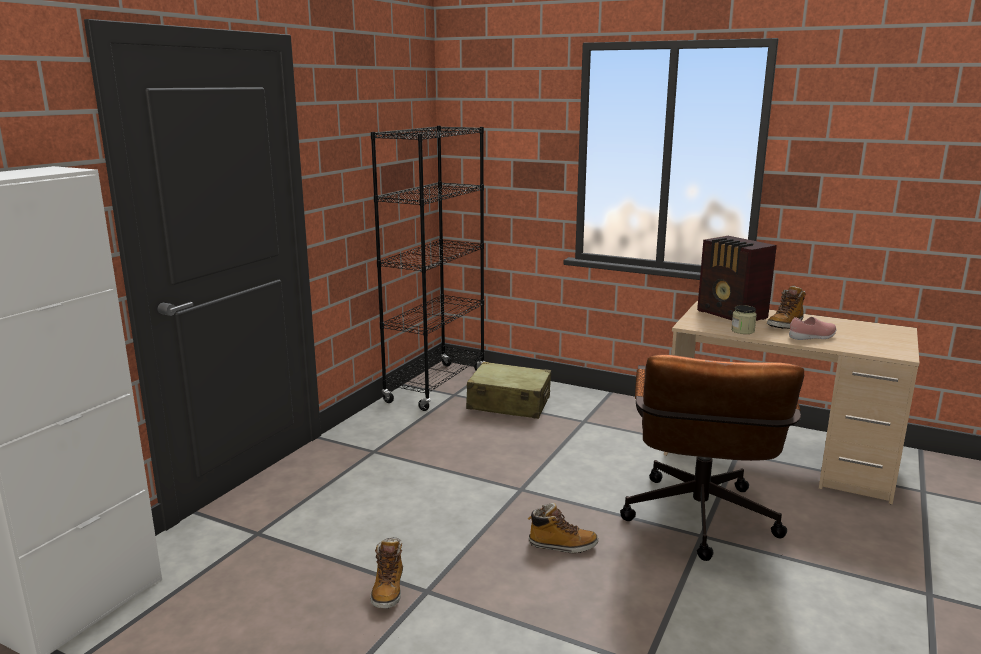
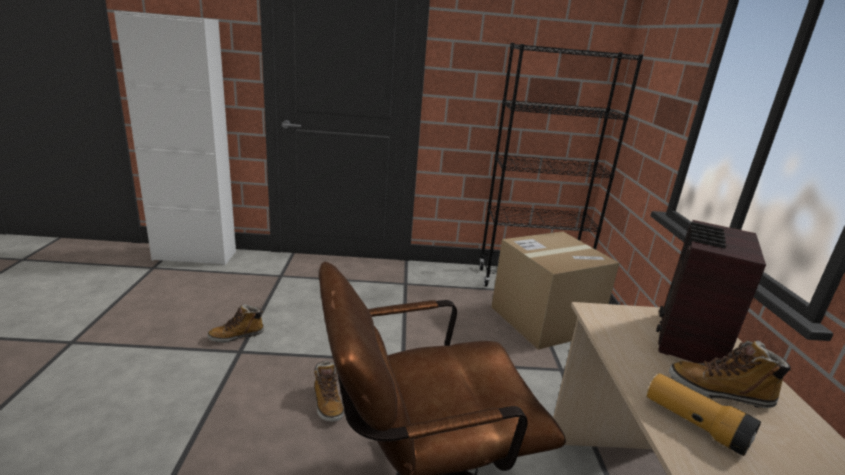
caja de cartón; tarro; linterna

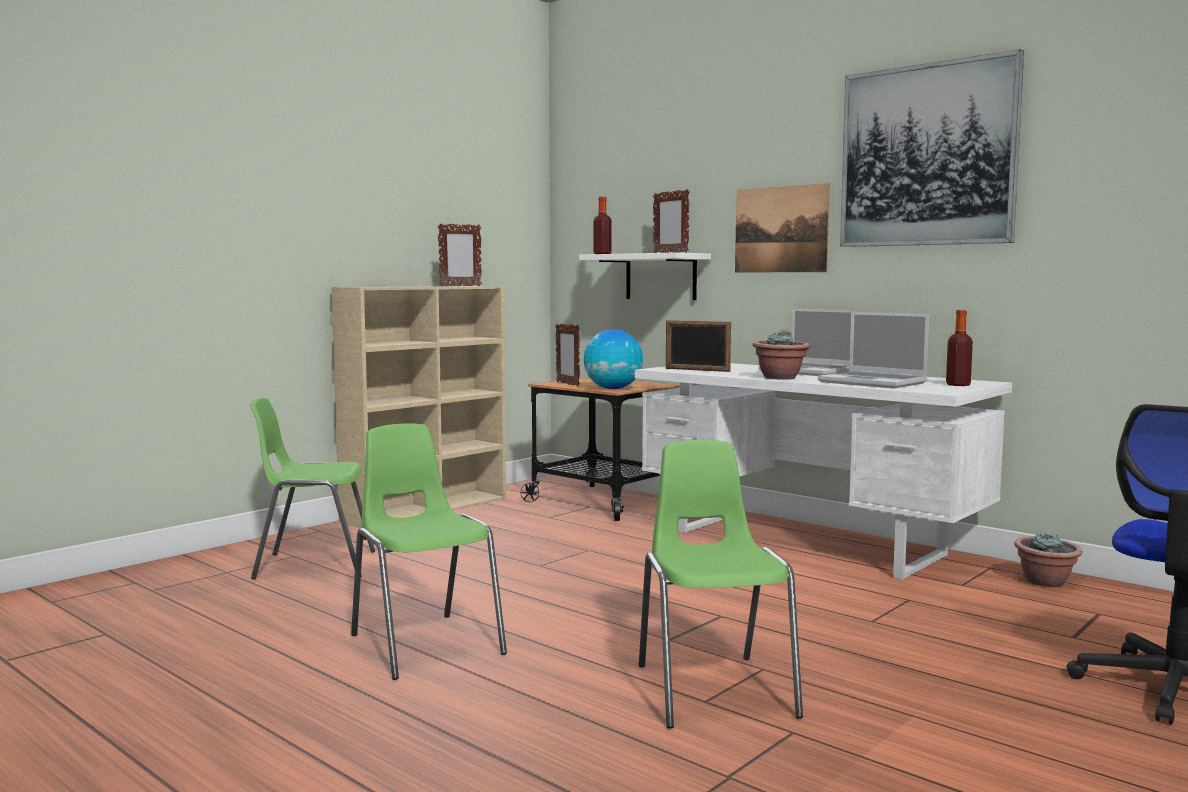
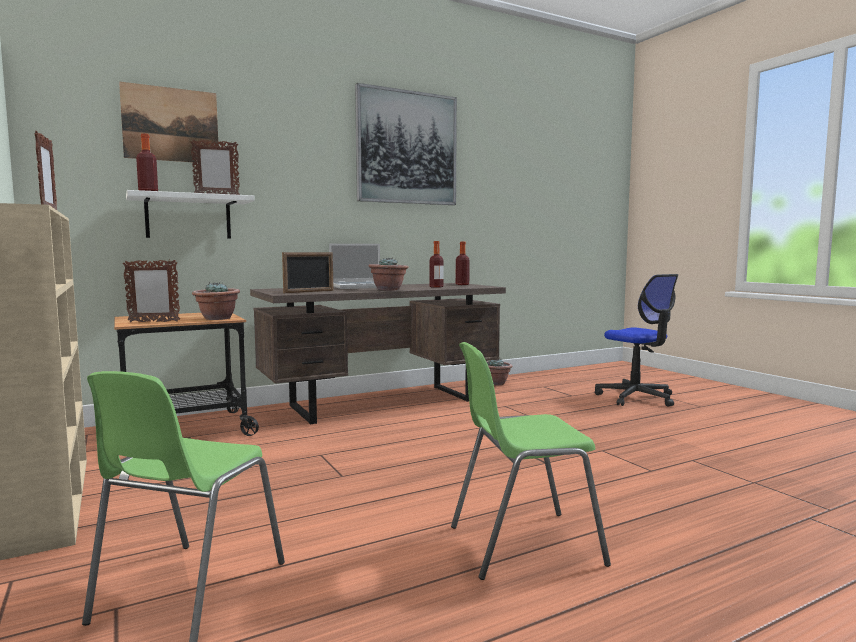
planta en maceta (1st from left); escritorio/marrón; silla/verde (3rd from left in the first image); cuadro (1st from left); botella (2nd from left)

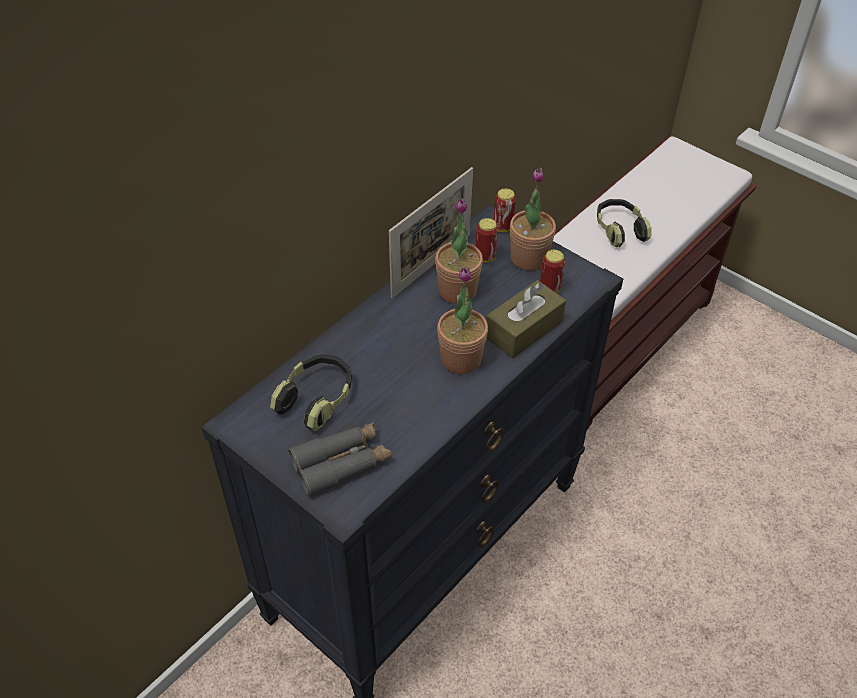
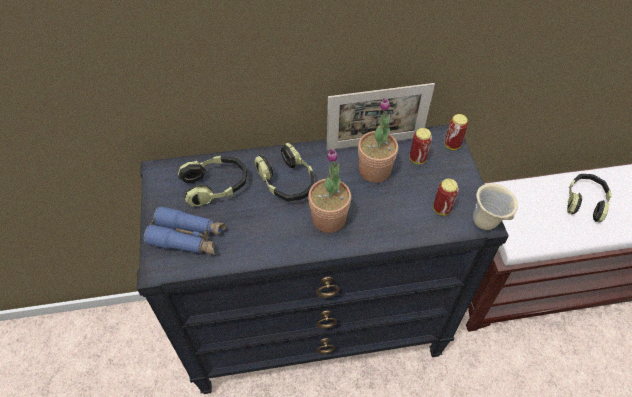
prismáticos/azul; caja de pañuelos/marrón; planta en maceta (3rd from left in the first image); auriculares (2nd from left); taza grande/beis

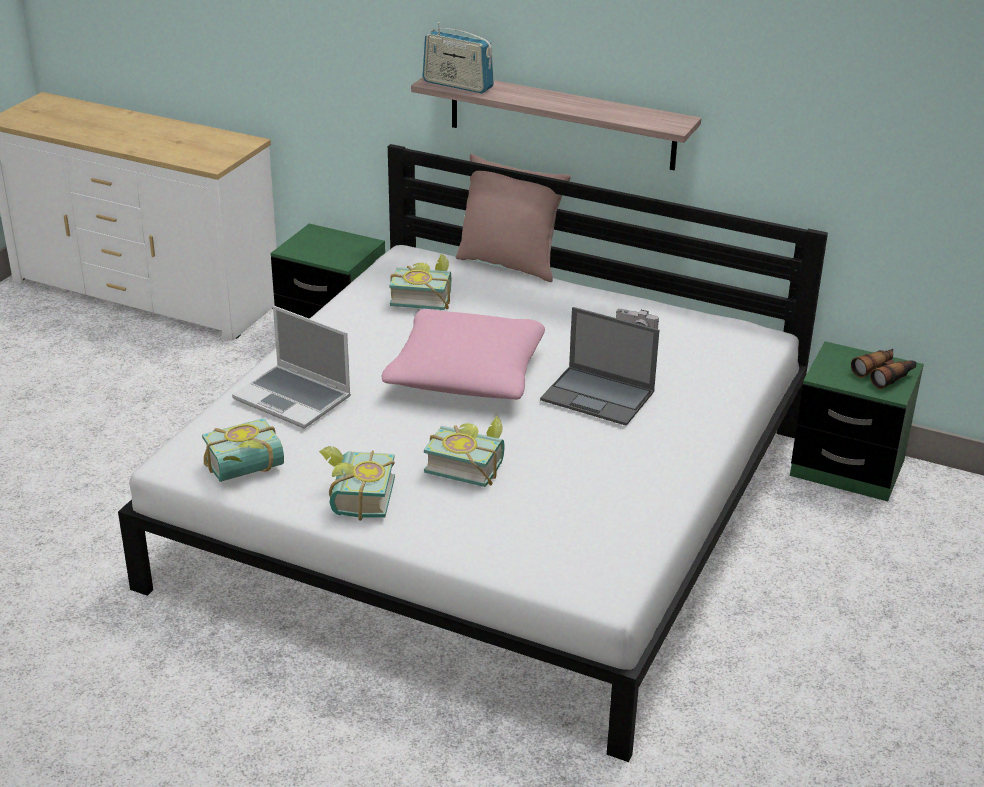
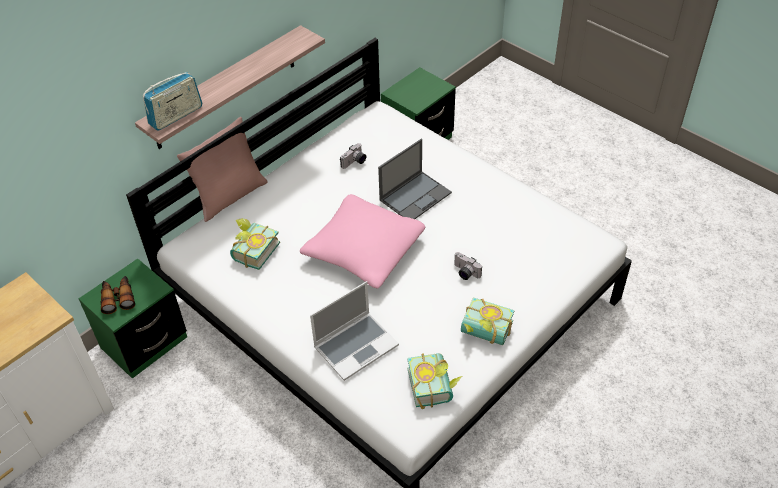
cámara (2nd from left); prismáticos

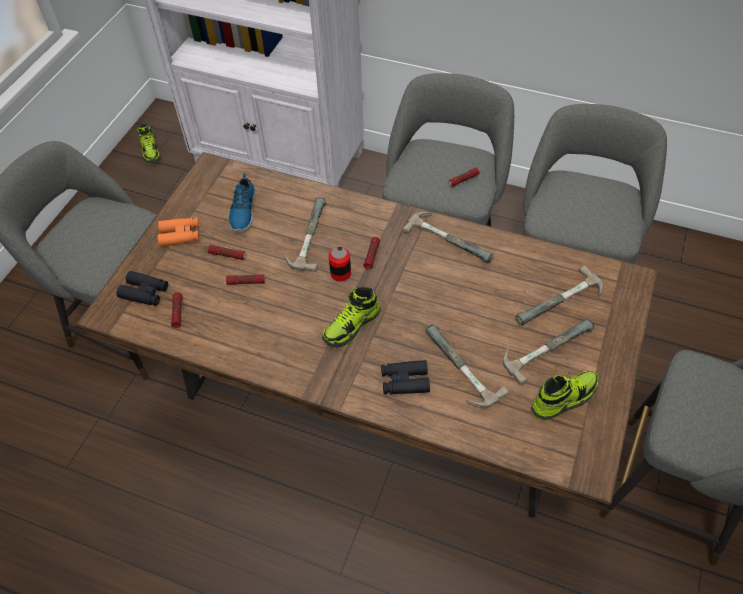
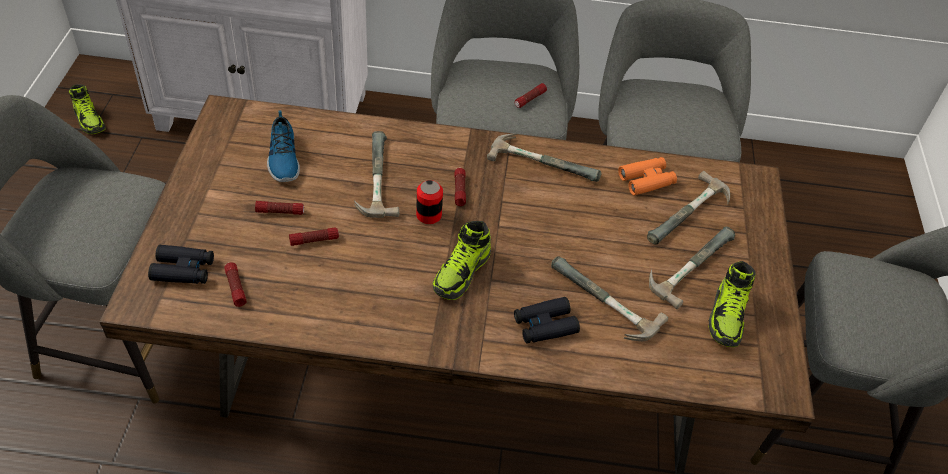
prismáticos/naranja; zapato (4th from left)

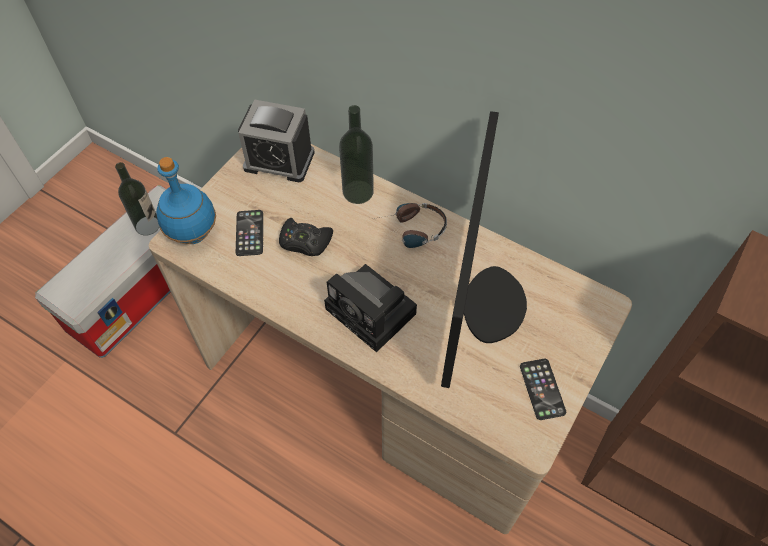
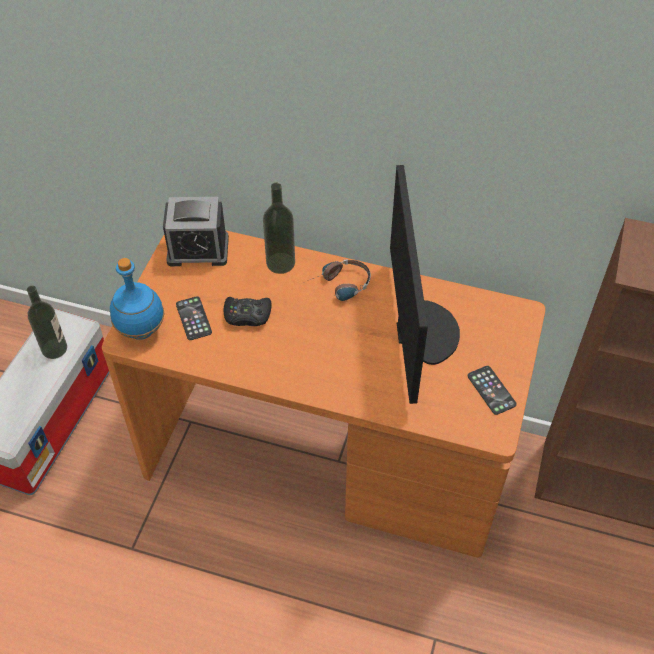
escritorio/naranja; cámara

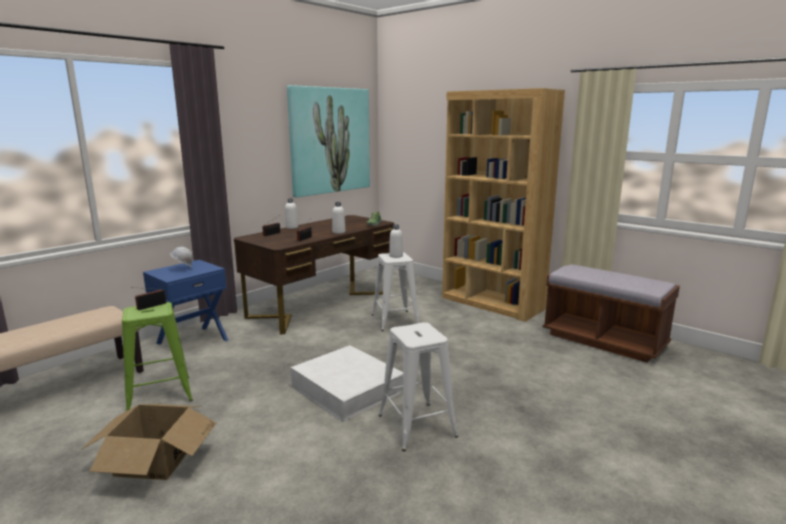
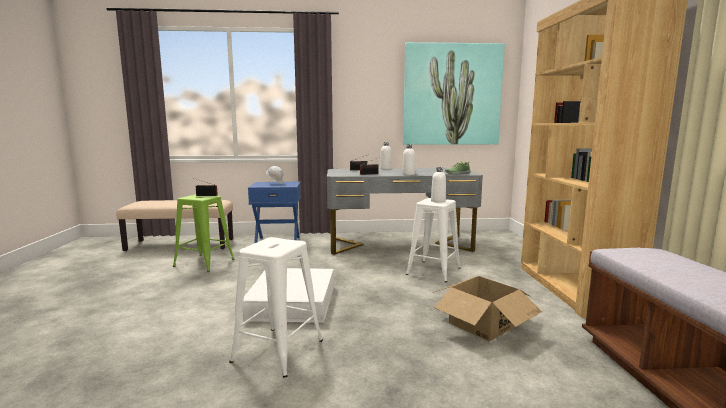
caja de cartón; escritorio/gris

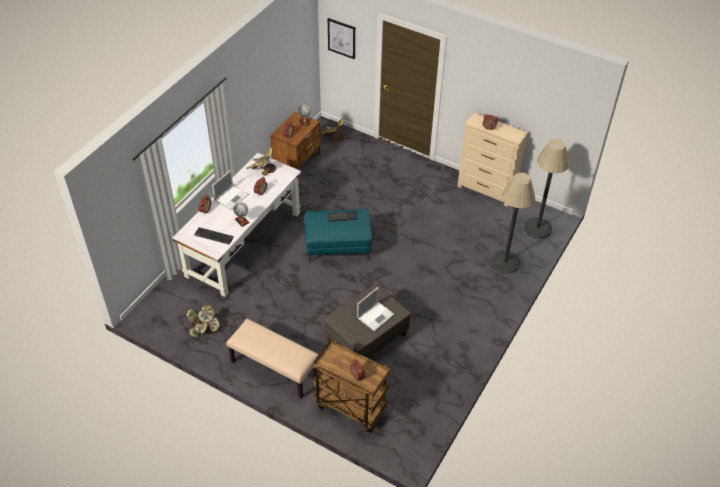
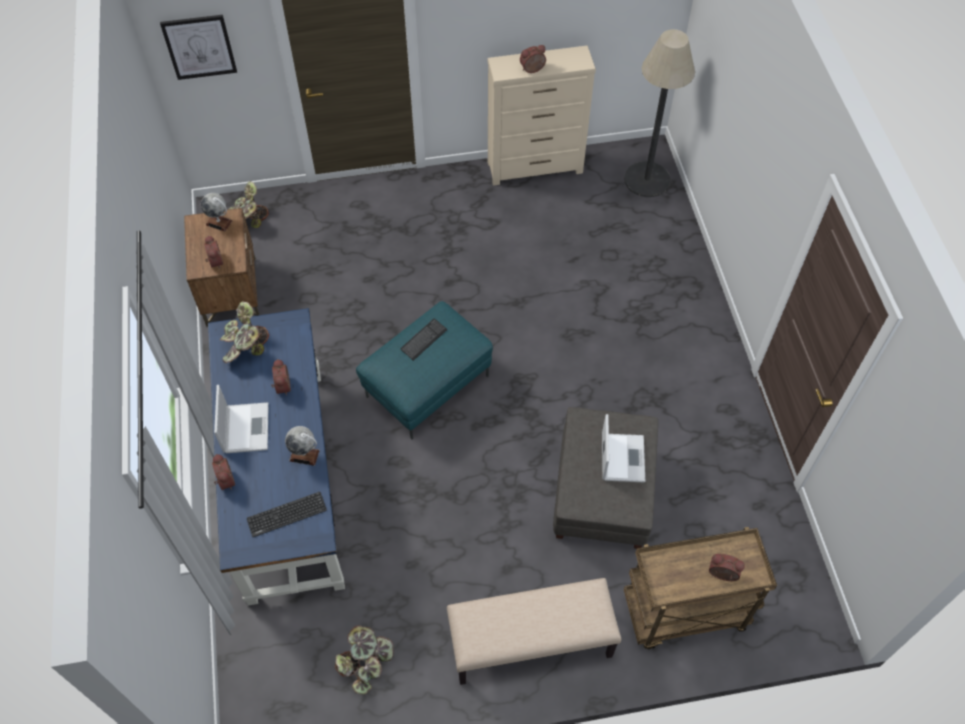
escritorio/azul; lámpara de pie (1st from left in the first image)

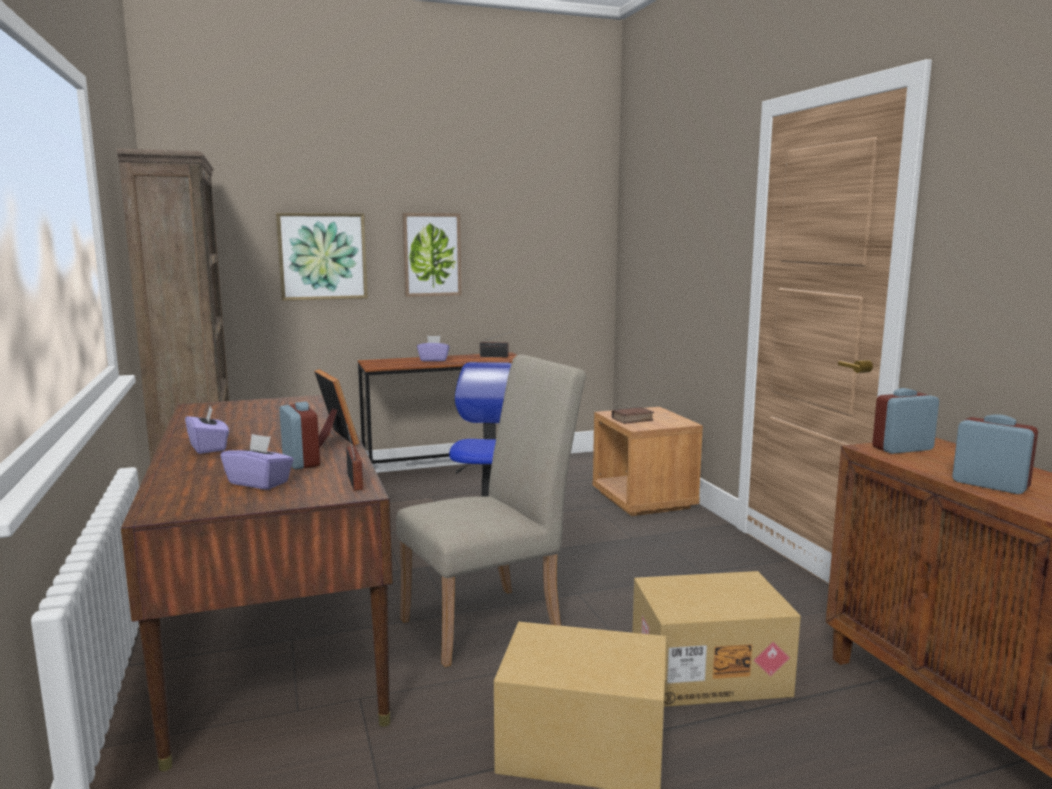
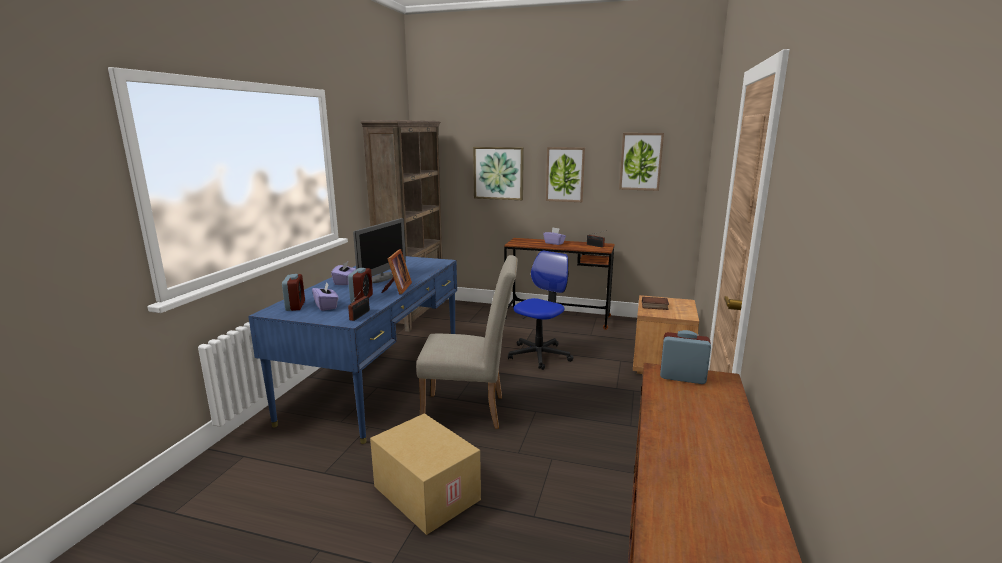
escritorio/azul; caja de cartón (2nd from left in the first image); despertador (1st from left); monitor; cuadro (3rd from left)

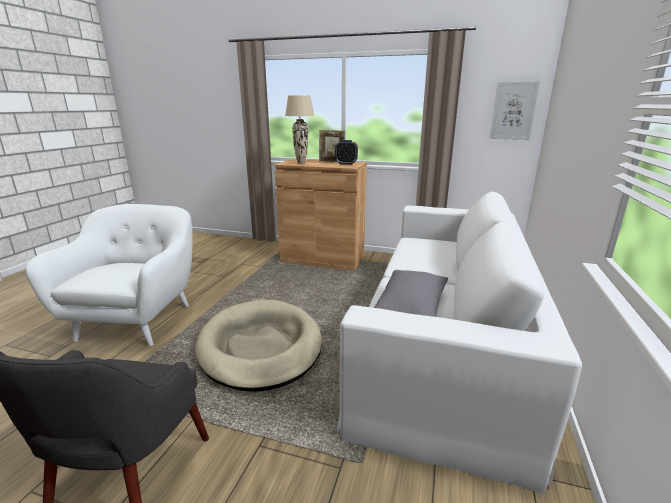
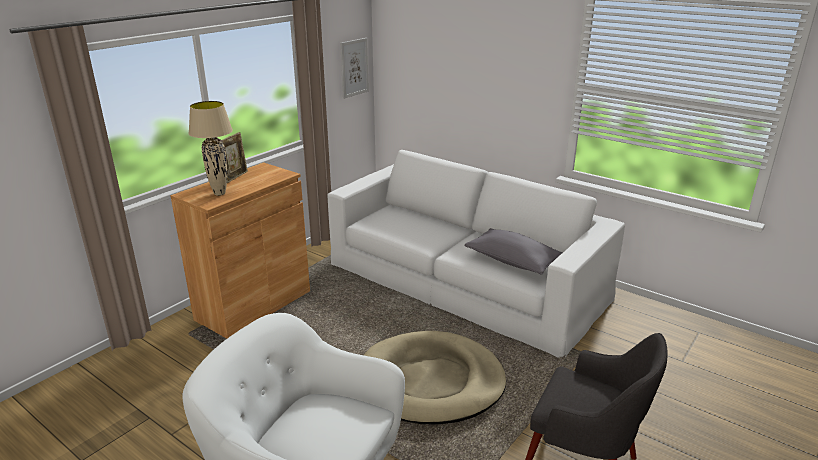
despertador

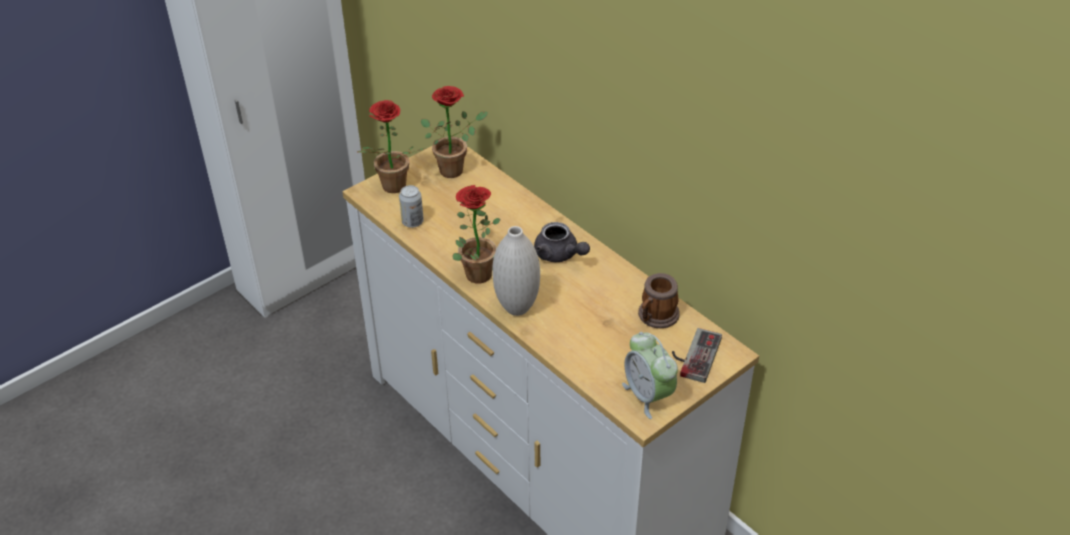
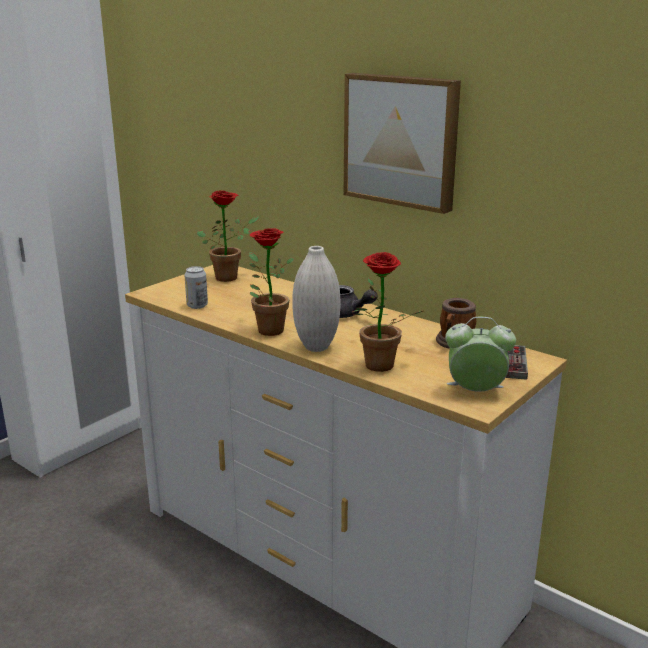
planta en maceta (3rd from left); despertador; cuadro

